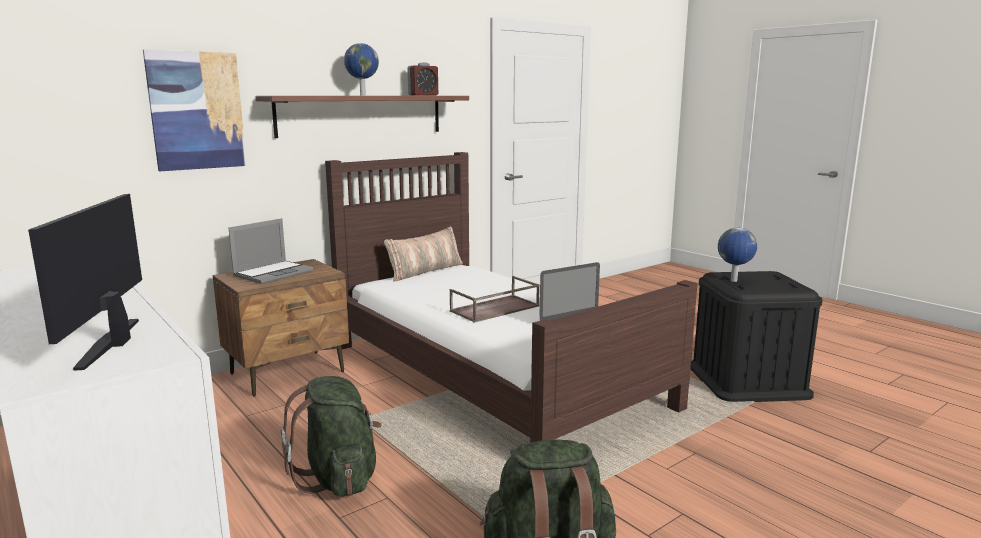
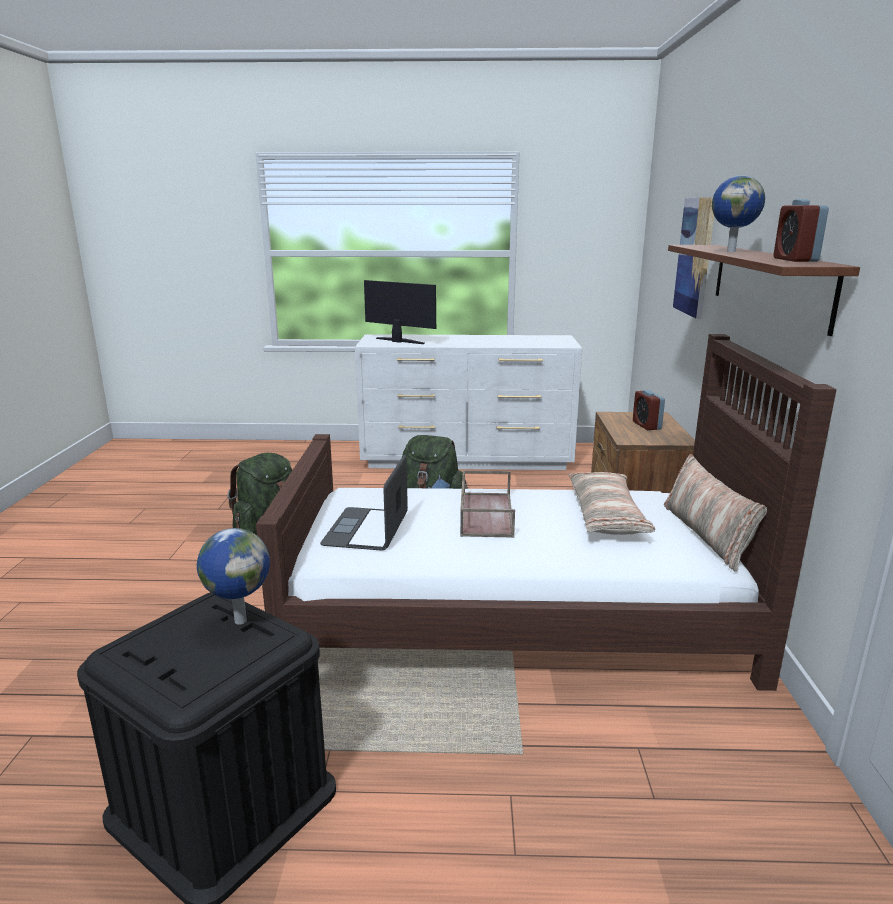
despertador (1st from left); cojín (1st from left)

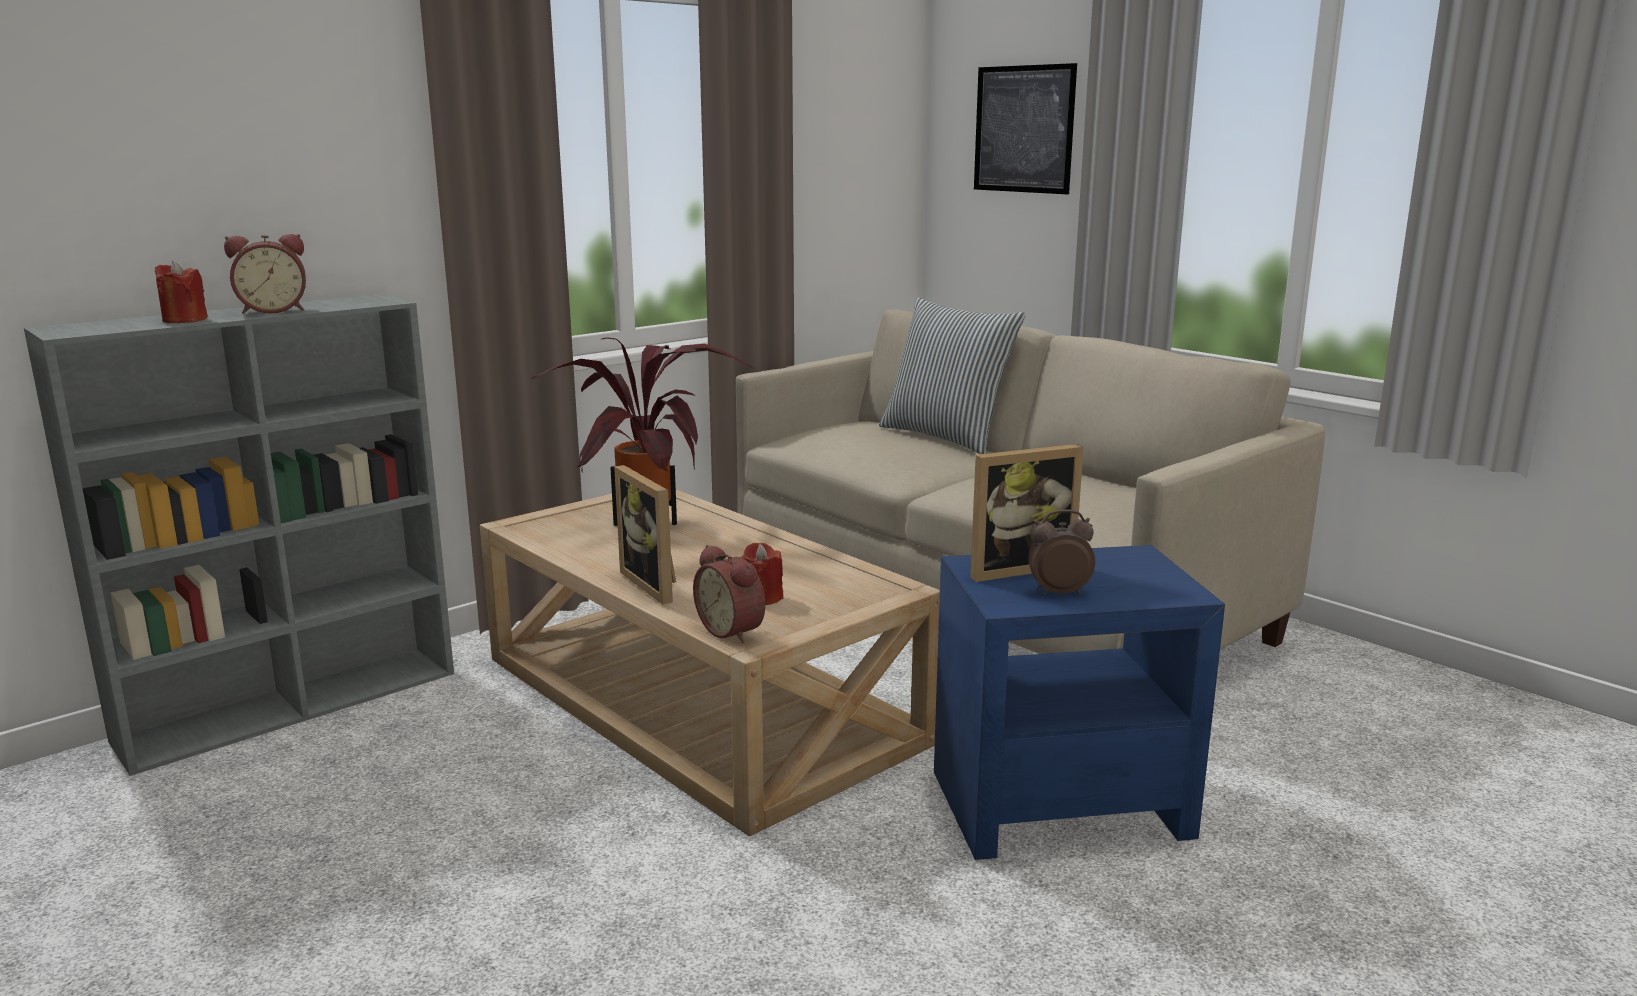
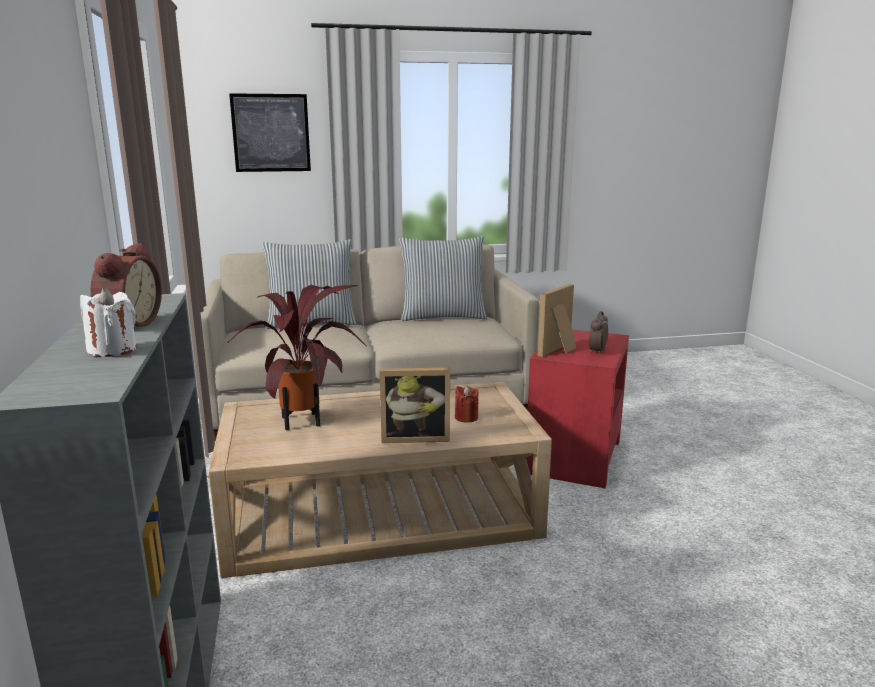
vela/blanco; despertador (2nd from left in the first image); mesa auxiliar/rojo; portarretratos (2nd from left); cojín (2nd from left)

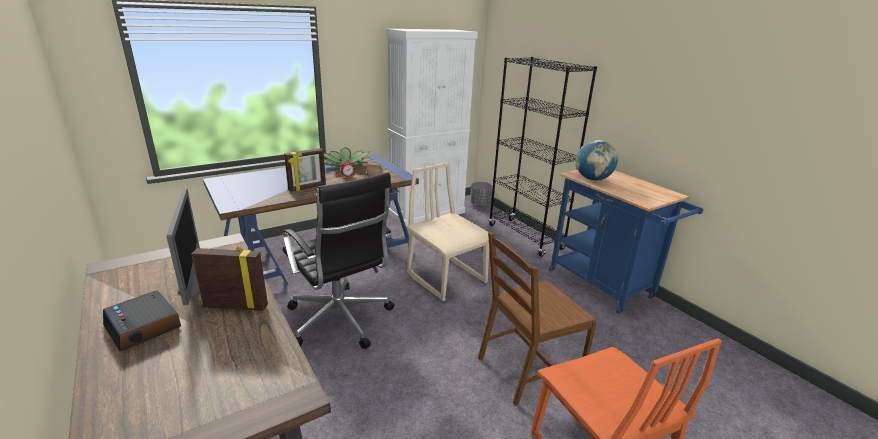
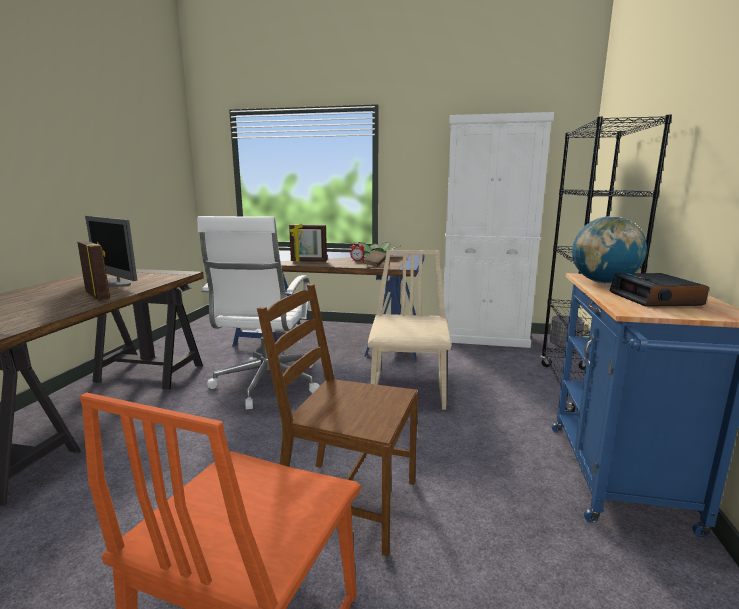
despertador (2nd from left); monitor; silla de oficina/blanco

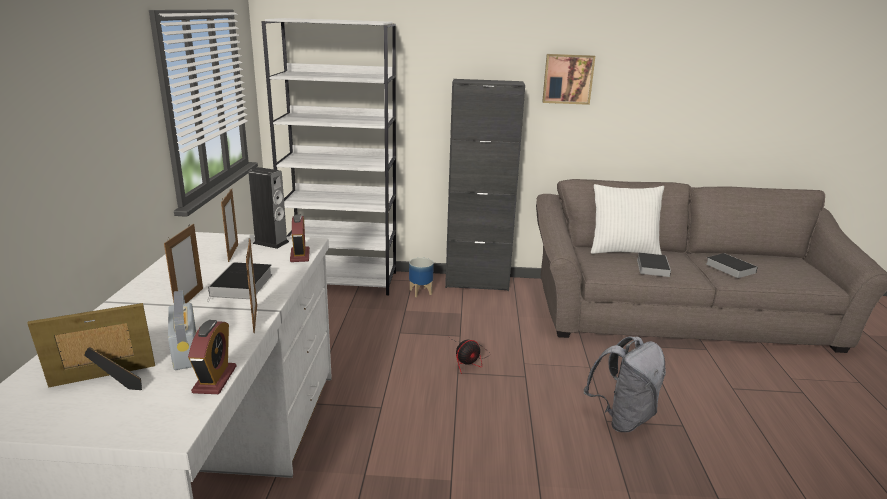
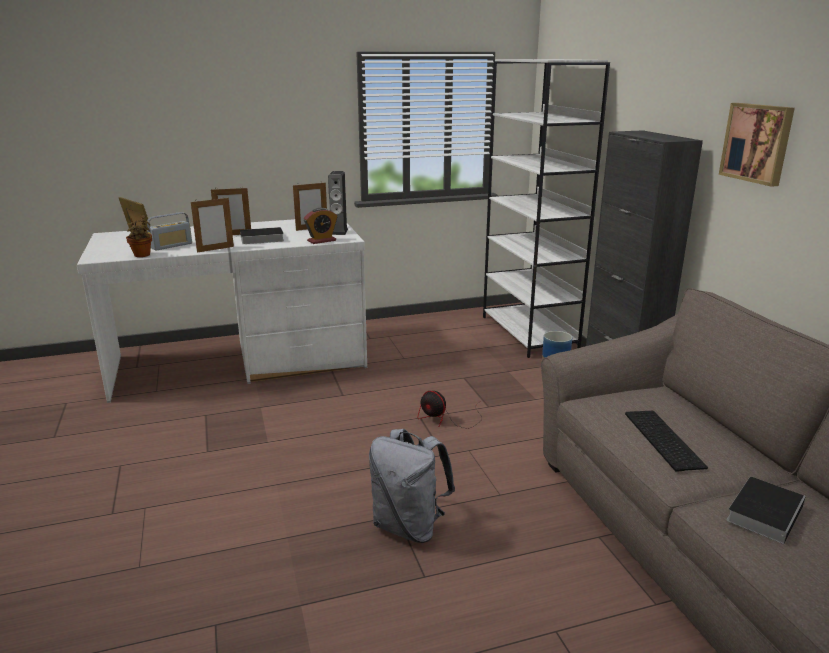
planta en maceta; cojín/blanco; teclado

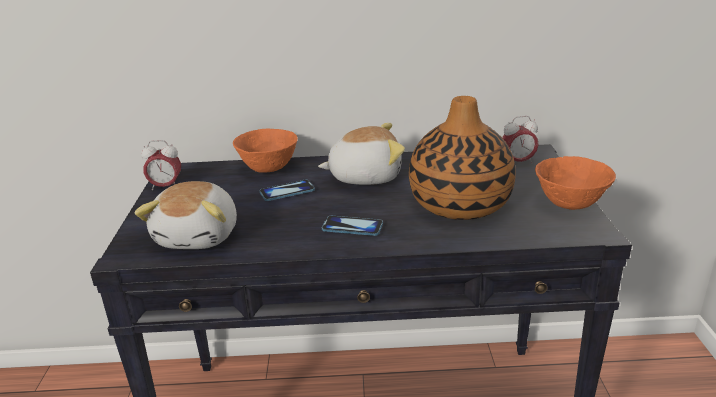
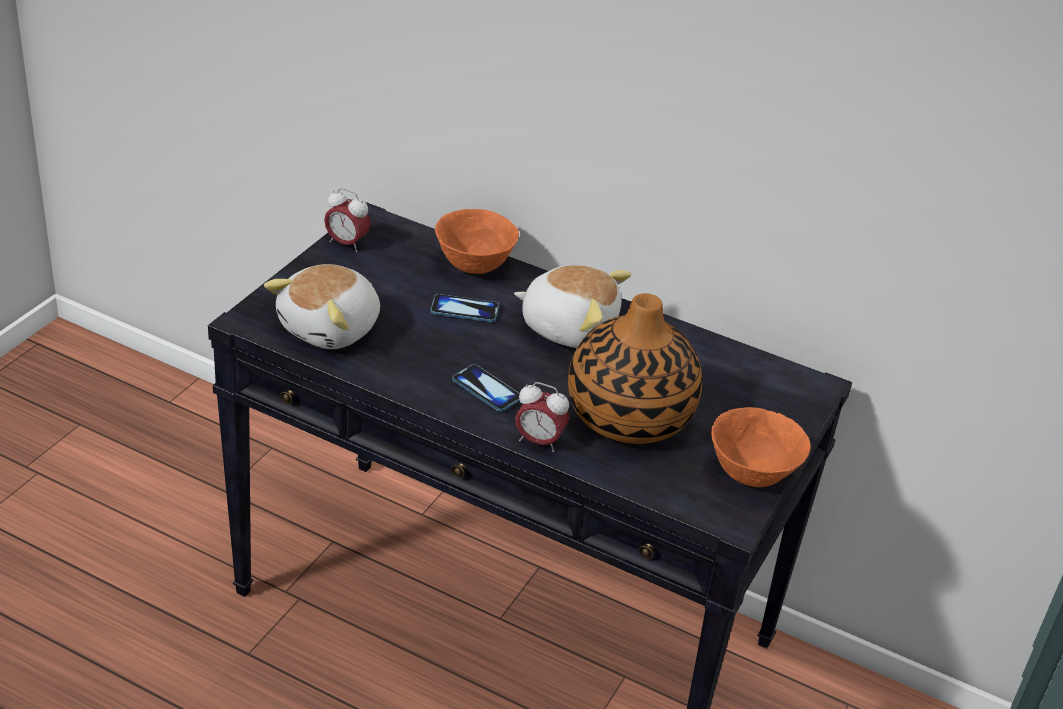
despertador (2nd from left)

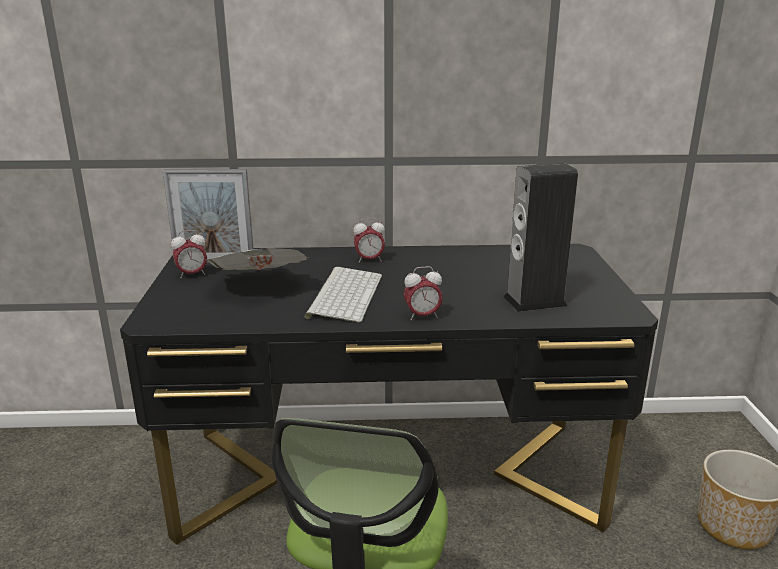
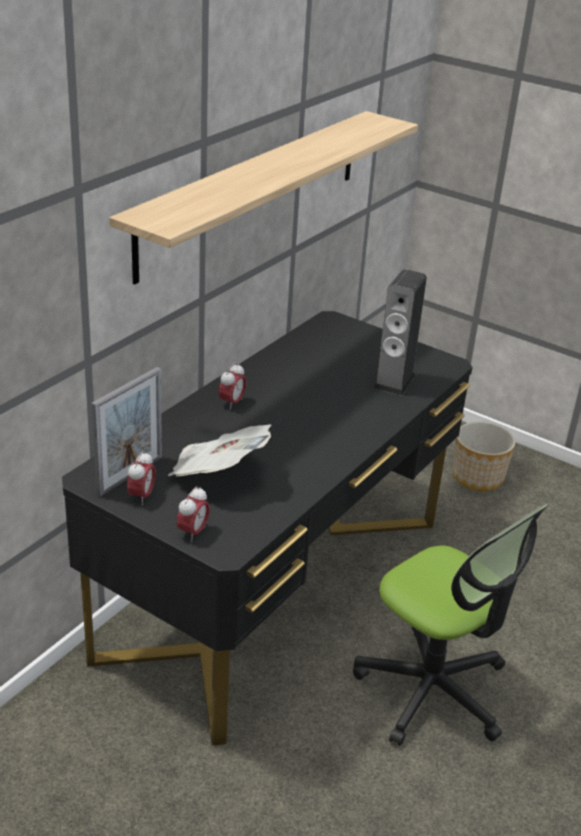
teclado; despertador (2nd from left); estante

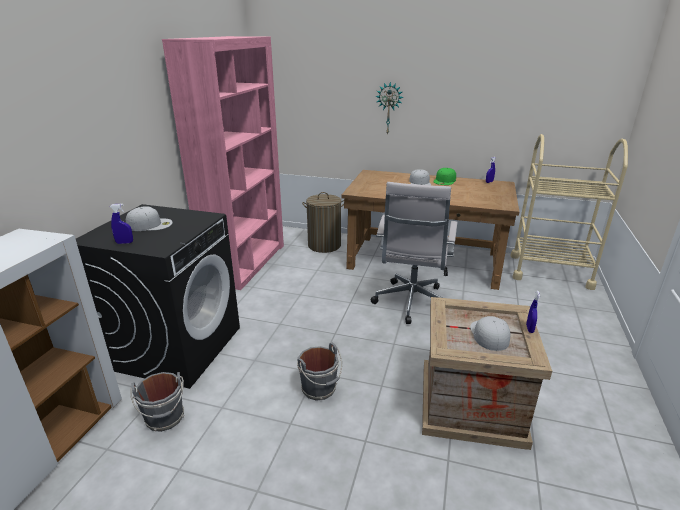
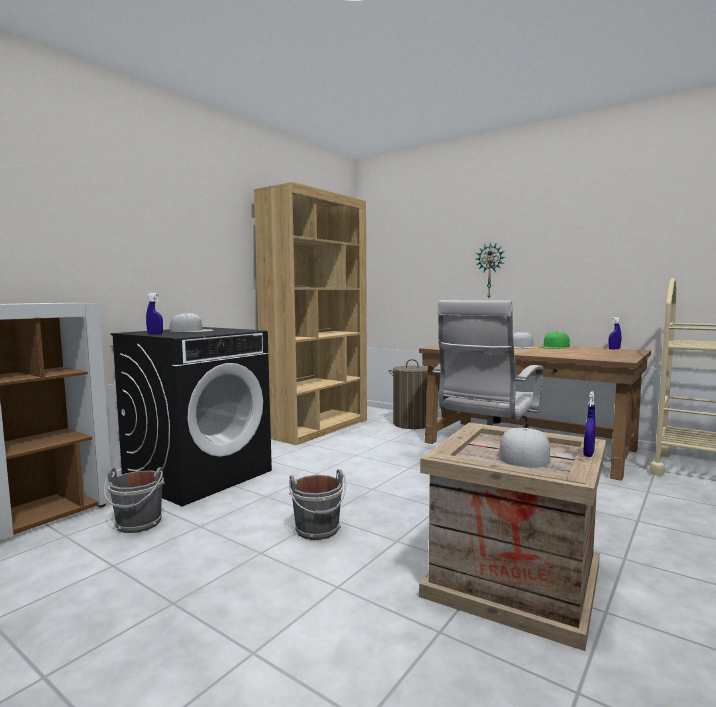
estantería/marrón

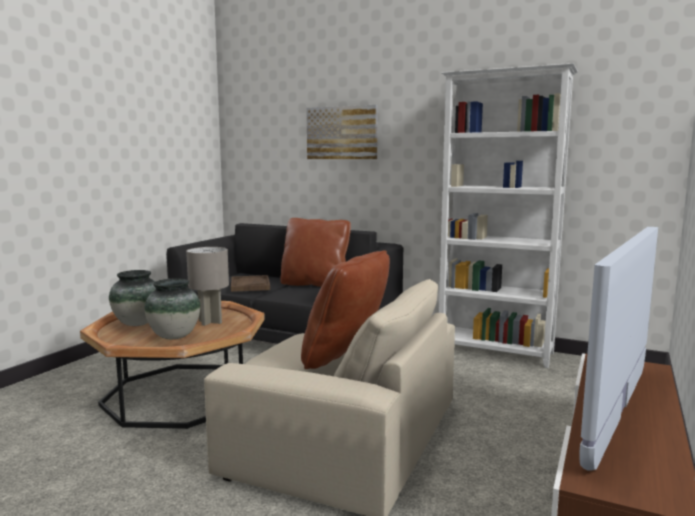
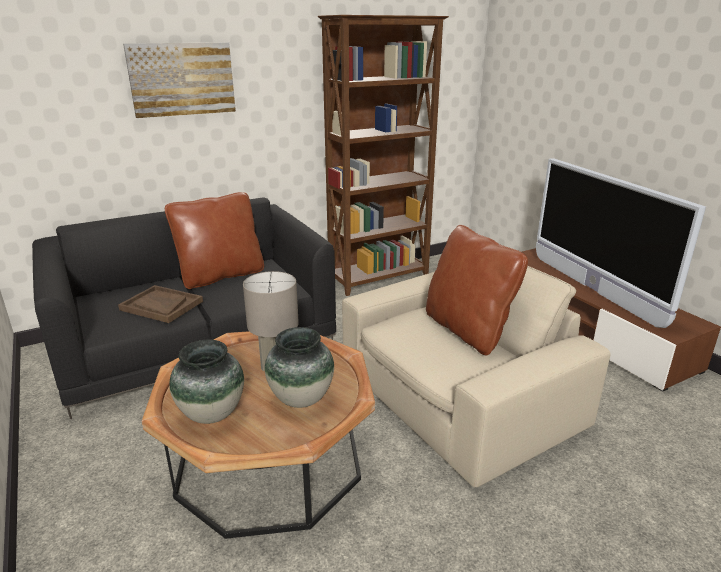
estantería/marrón

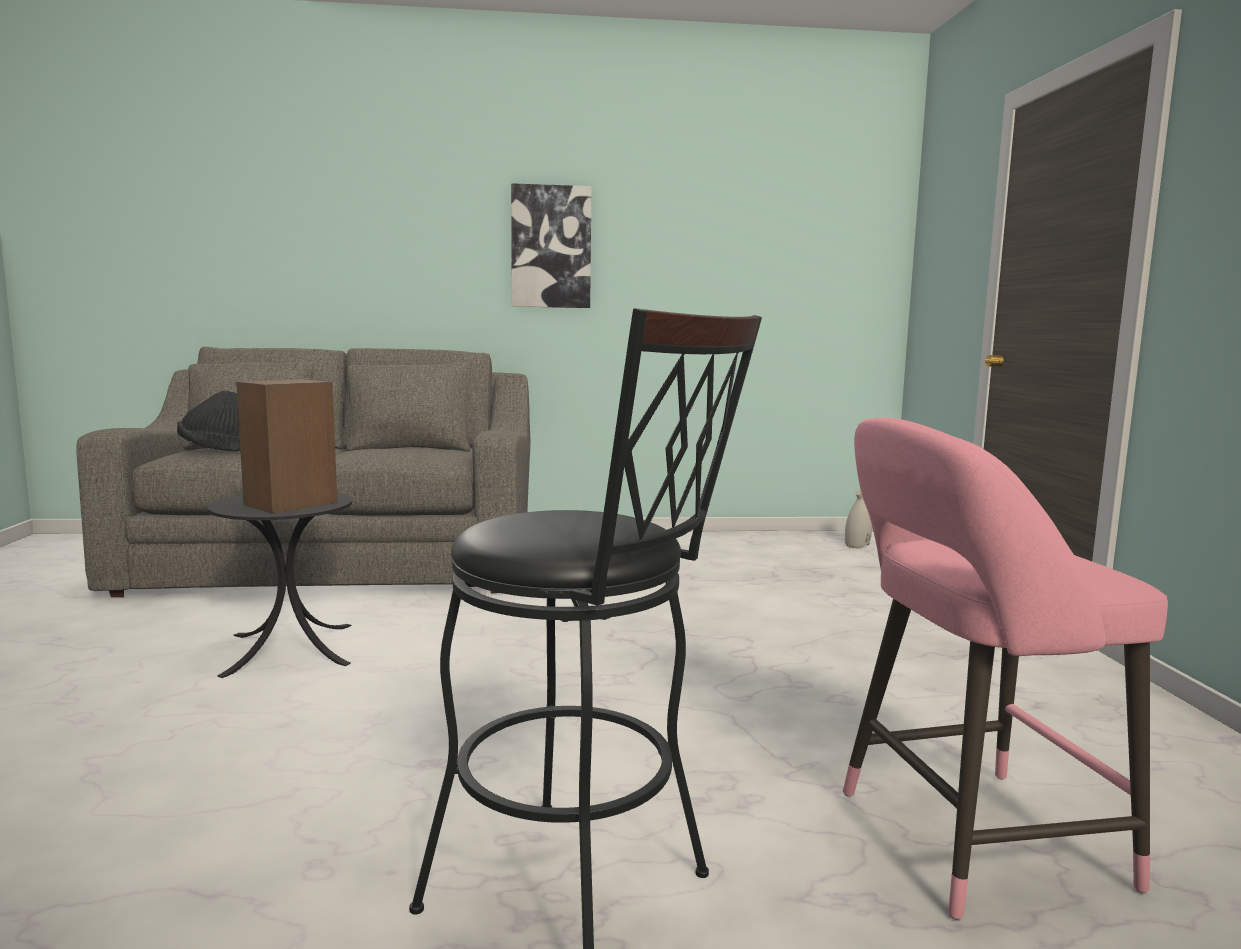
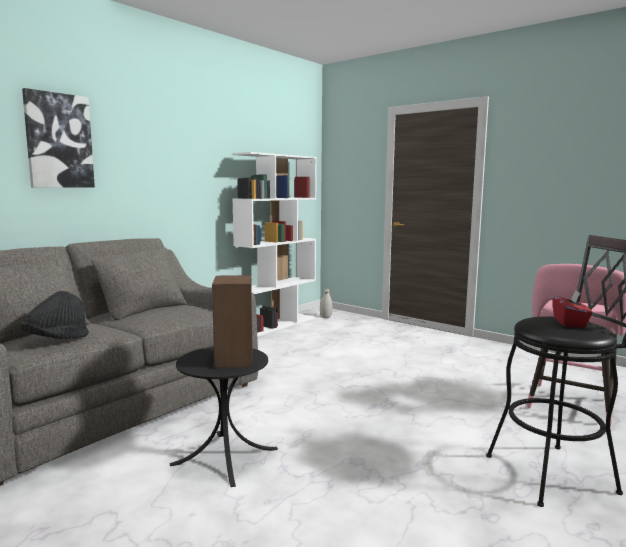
cuadro; estantería/blanco; caja de pañuelos/rojo

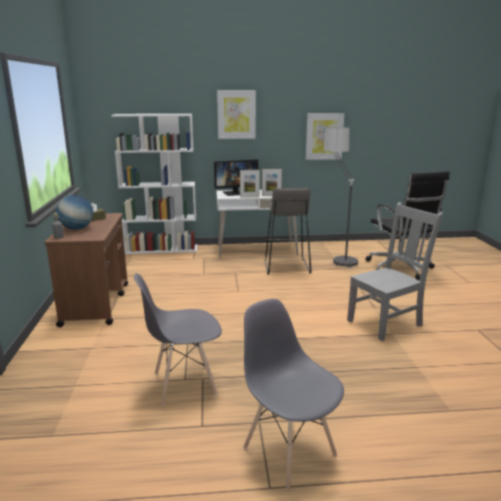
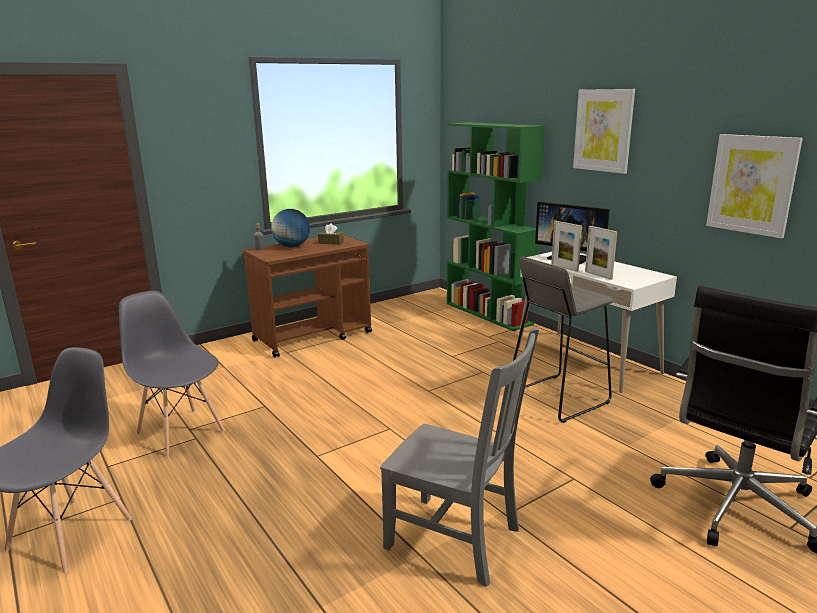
estantería/verde; lámpara de pie

